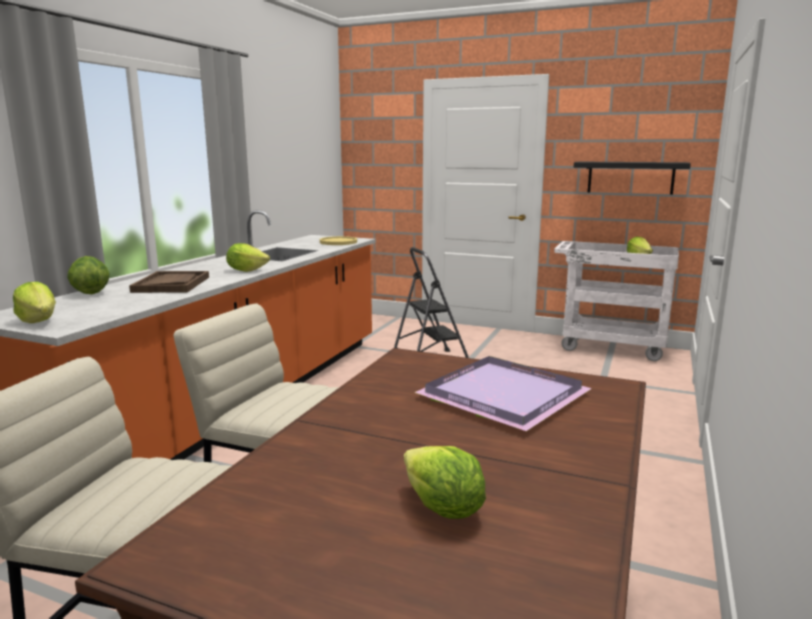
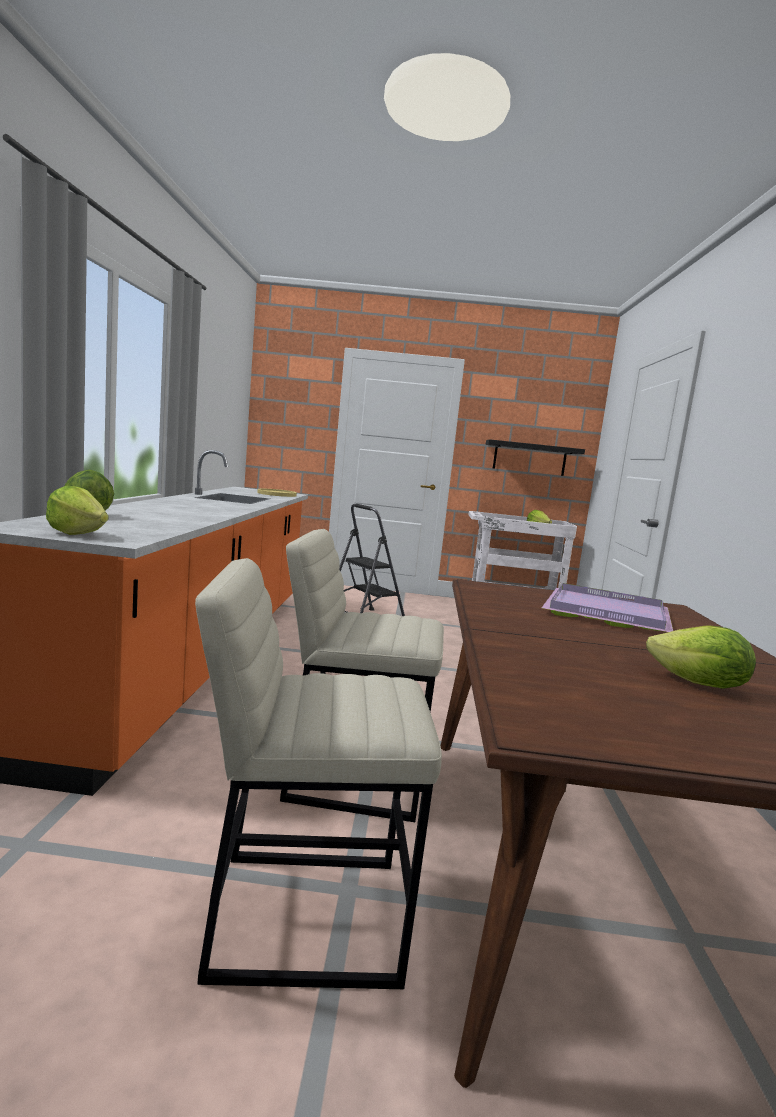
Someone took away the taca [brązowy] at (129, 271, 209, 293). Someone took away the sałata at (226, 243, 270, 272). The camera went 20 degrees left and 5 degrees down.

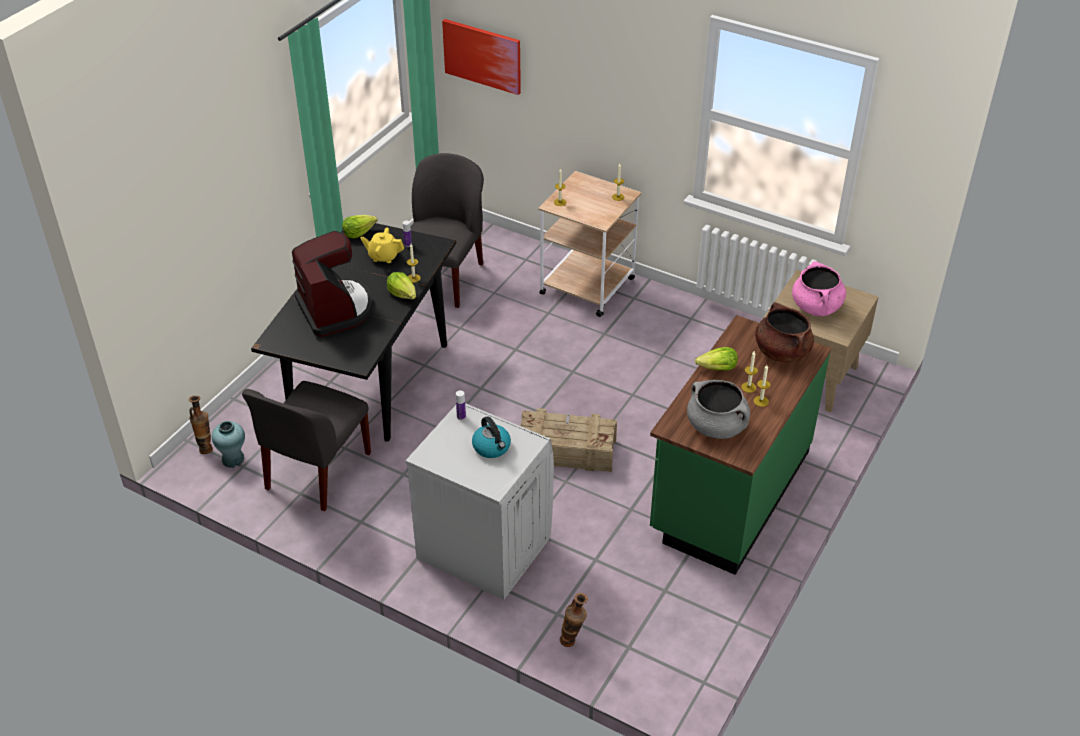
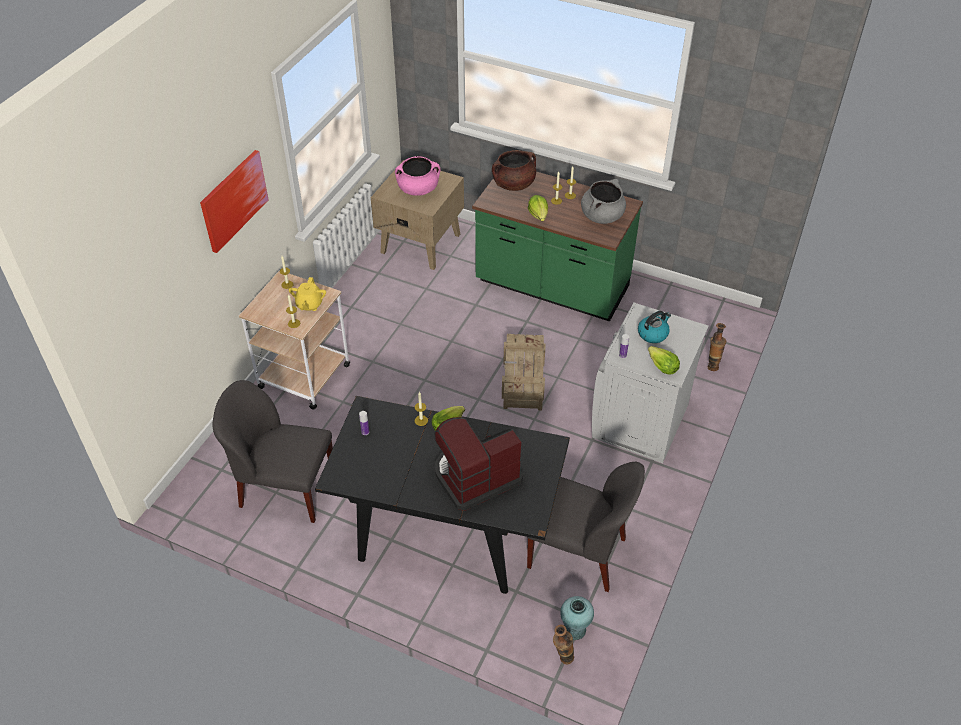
Someone carried the sałata from (342, 215, 378, 239) to (648, 346, 680, 375). Someone carried the imbryk [żółty] from (360, 228, 404, 263) to (289, 277, 326, 311). Someone carried the obraz from (442, 19, 521, 95) to (200, 150, 269, 253). The camera went 95 degrees left and 5 degrees up.

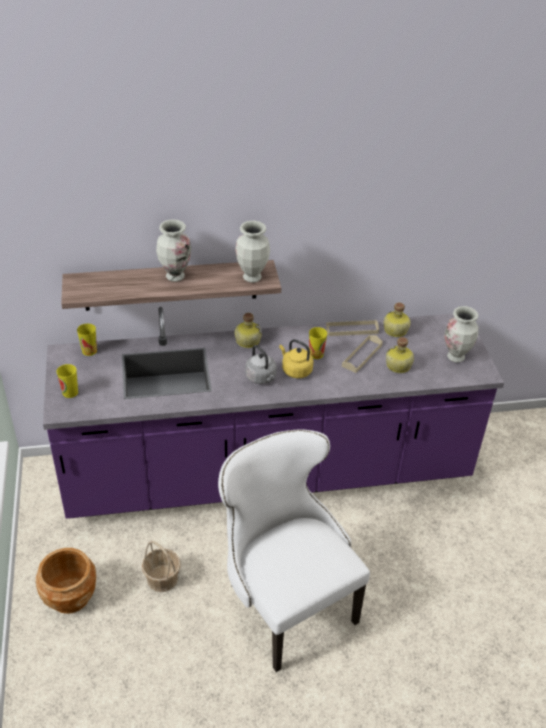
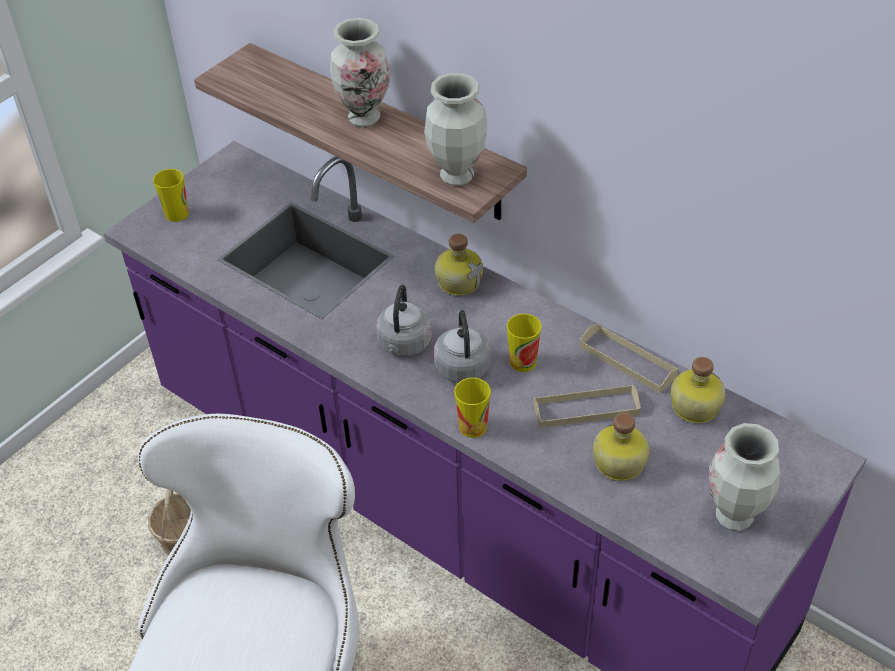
Someone took away the donica [brązowy] at (36, 548, 96, 614). Someone carried the filiżanka from (77, 324, 97, 356) to (454, 378, 491, 438). Someone repainted the czajnik [żółty] at (279, 339, 313, 378), which became the czajnik [szary] at (434, 310, 490, 383). The camera went 50 degrees right and 5 degrees up.

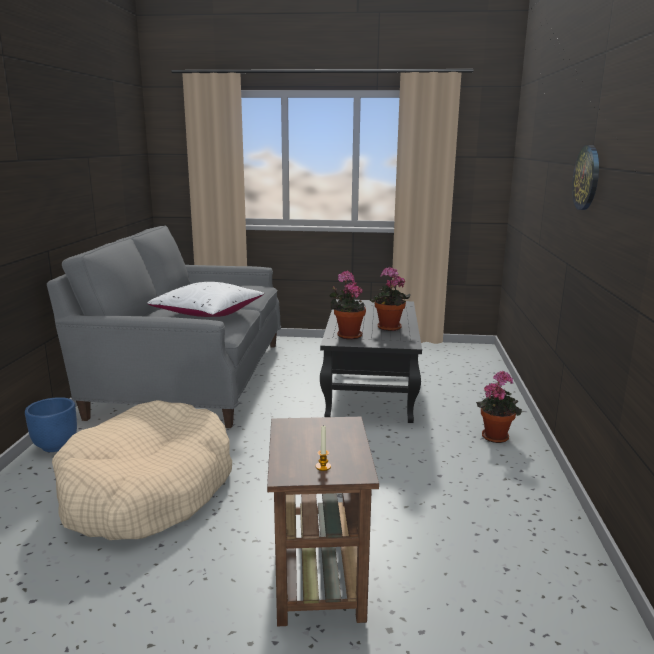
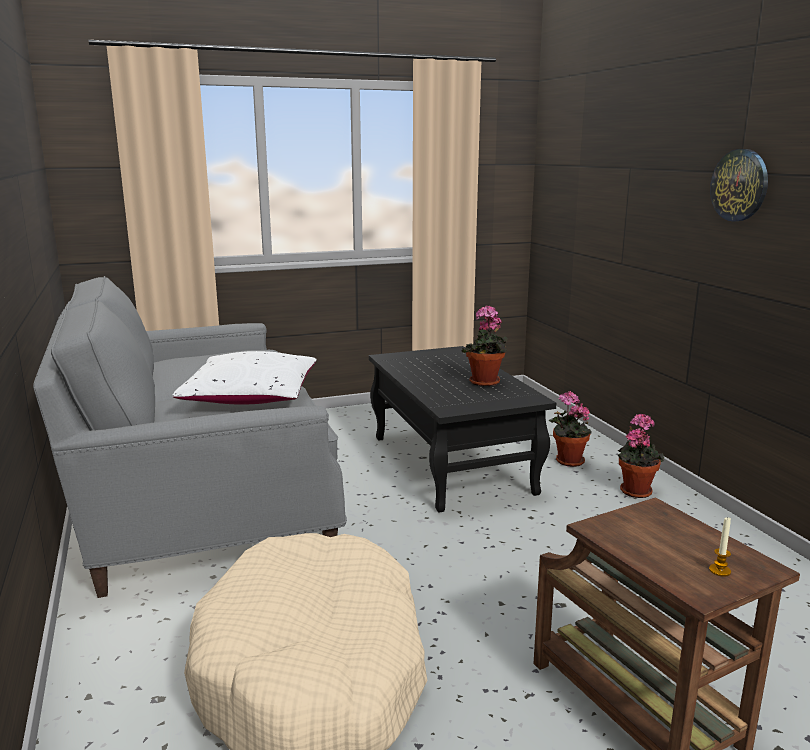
Someone took away the donica [niebieski] at (25, 397, 77, 452). Someone carried the roślina doniczkowa from (329, 271, 366, 340) to (549, 391, 591, 467). The camera went 25 degrees left and 0 degrees up.

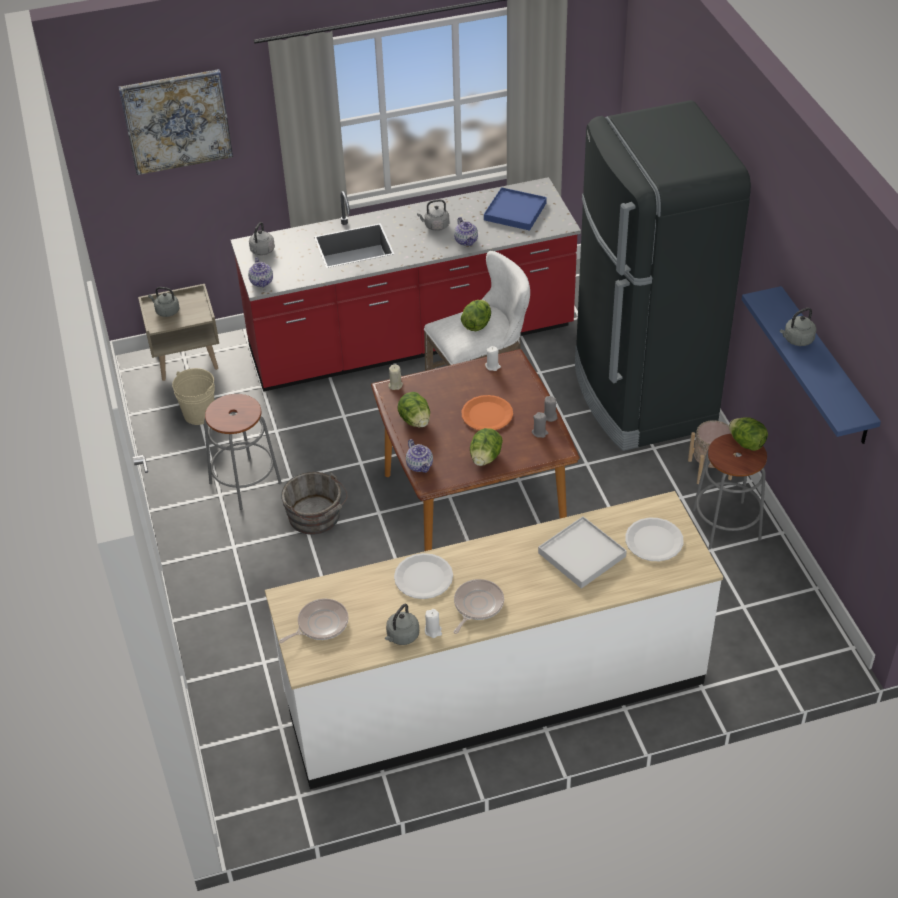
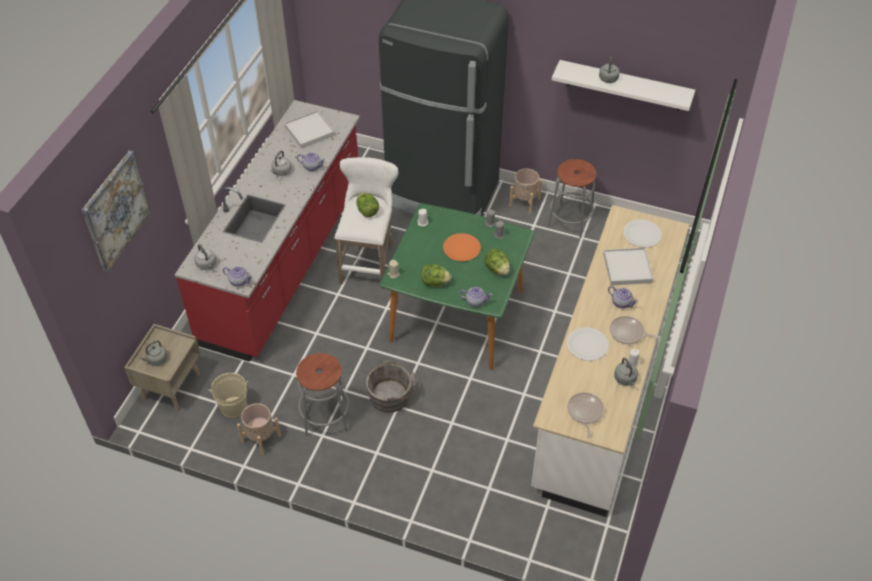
Someone took away the sałata at (729, 417, 768, 451). Someone put down the donica [beżowy] at (237, 403, 281, 455). Someone put down the imbryk at (608, 286, 638, 308). Someone repainted the stół jadalny [brązowy] at (371, 349, 580, 551), which became the stół jadalny [zielony] at (379, 203, 535, 370). Someone repainted the taca [niebieski] at (484, 187, 547, 231), which became the taca [biały] at (284, 110, 335, 149). Someone repainted the półka [niebieski] at (742, 286, 881, 444), which became the półka [biały] at (552, 60, 695, 111). Someone rotated the patelnia at (454, 579, 504, 634) by 45 degrees counterclockwise. The camera went 55 degrees left and 5 degrees up.

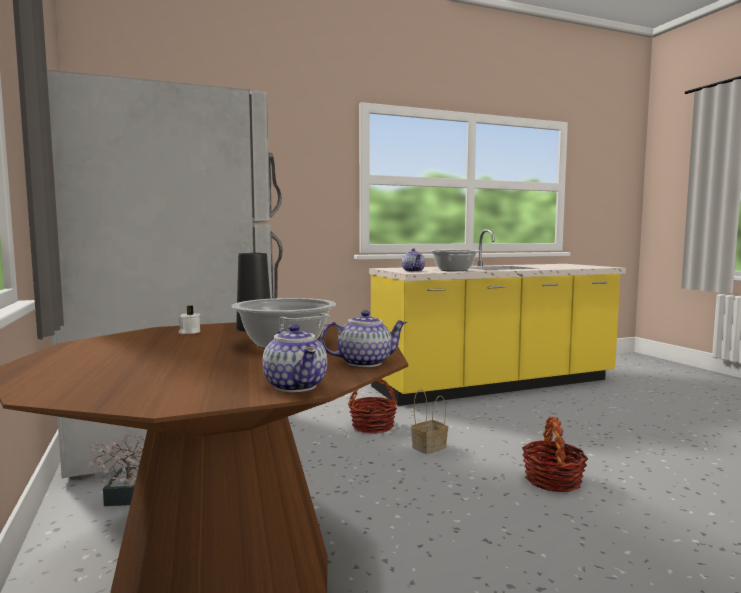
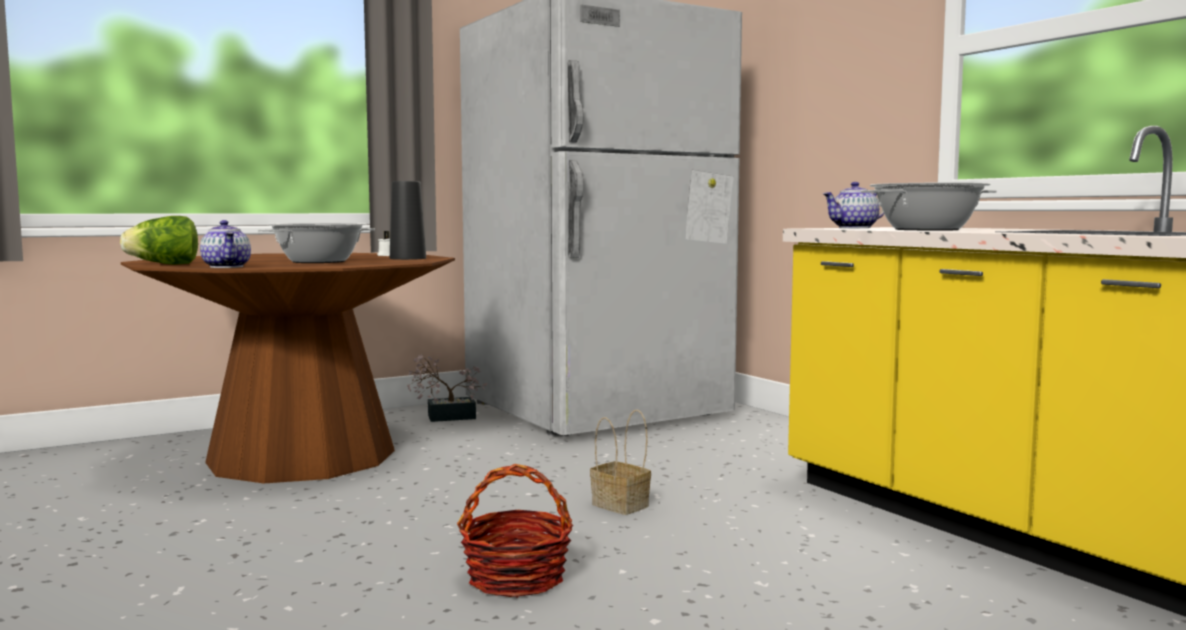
Someone took away the koszyk at (348, 379, 397, 434). Someone swapped the imbryk at (262, 324, 327, 392) for the sałata at (120, 216, 198, 265). The camera went 80 degrees right and 0 degrees up.

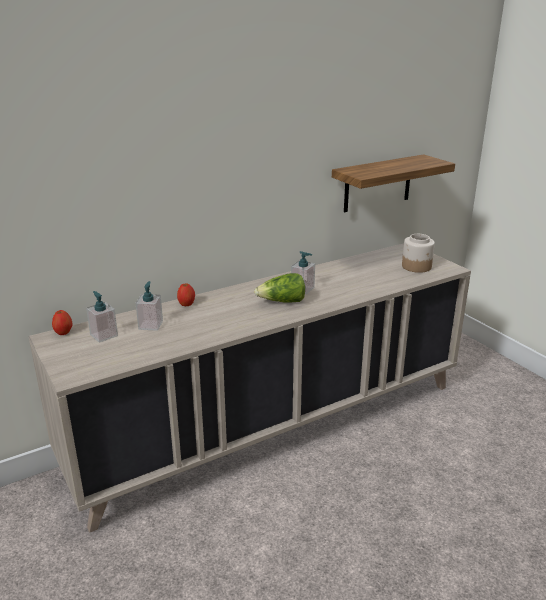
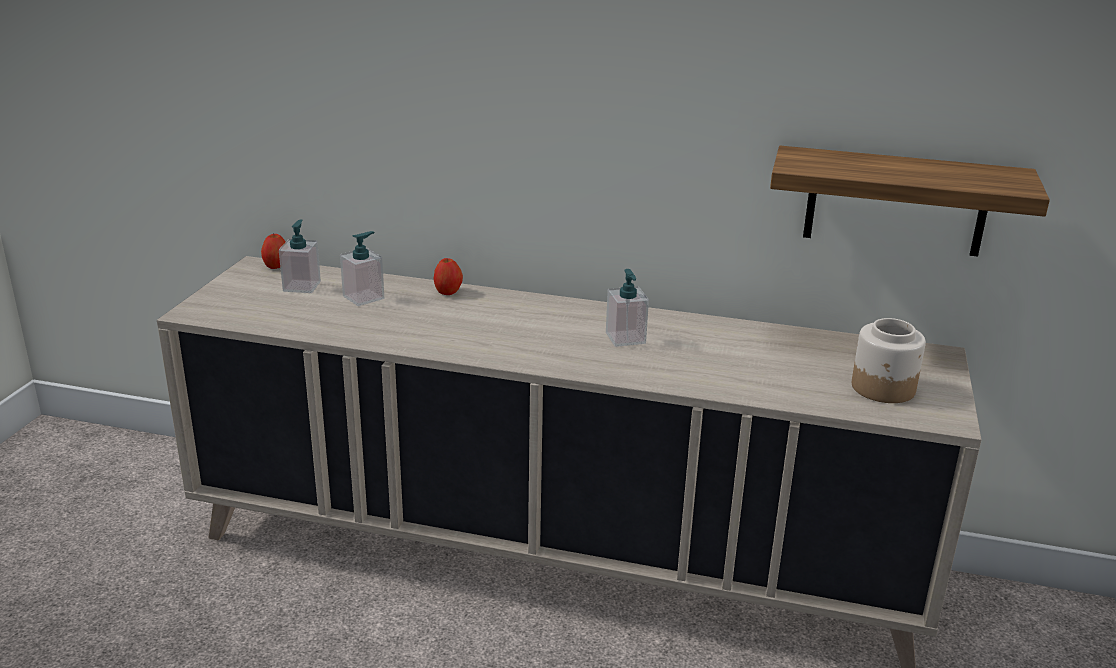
Someone took away the sałata at (254, 273, 305, 303). The camera went 45 degrees right and 0 degrees up.

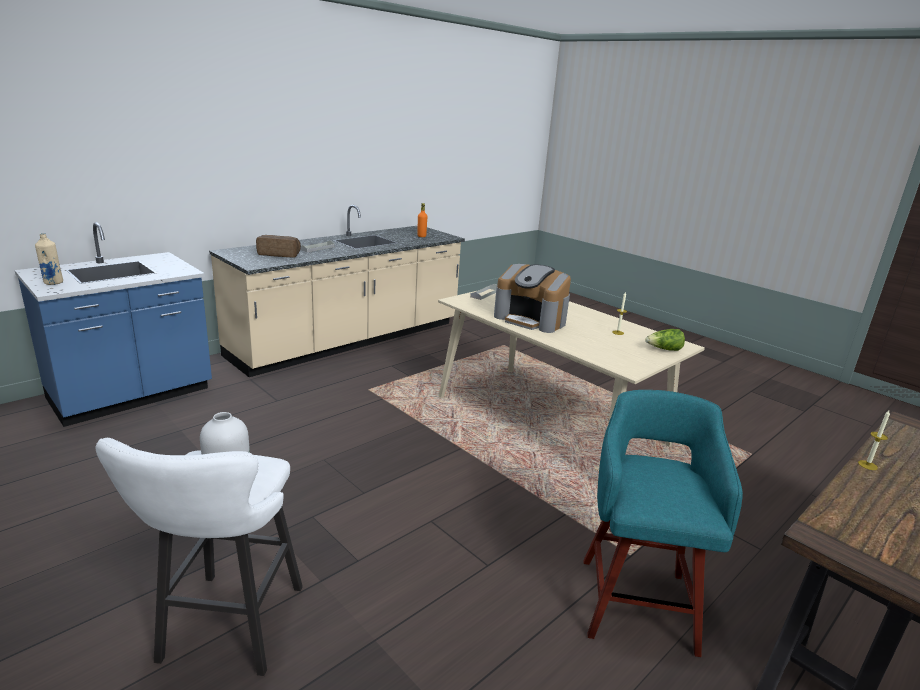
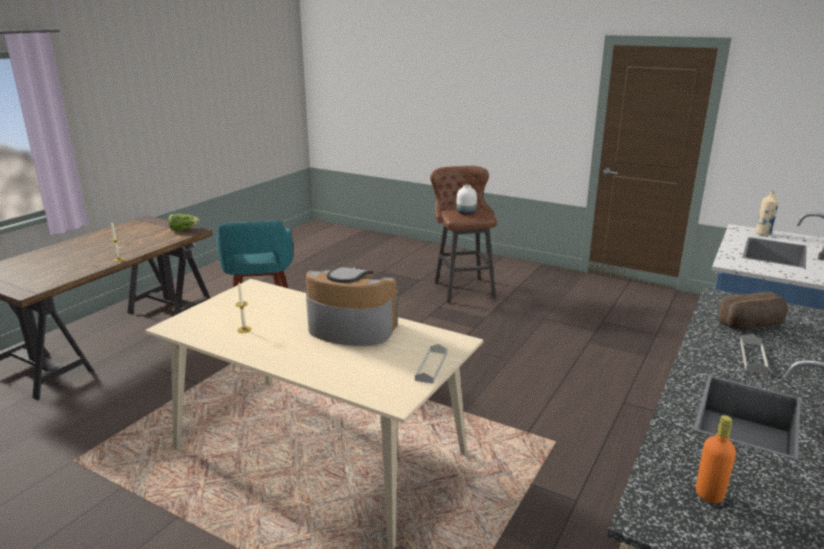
Someone carried the sałata from (645, 329, 685, 351) to (168, 214, 200, 231). Someone repainted the stołek [biały] at (96, 438, 303, 676), which became the stołek [brązowy] at (430, 166, 497, 303). The camera went 165 degrees right and 0 degrees up.

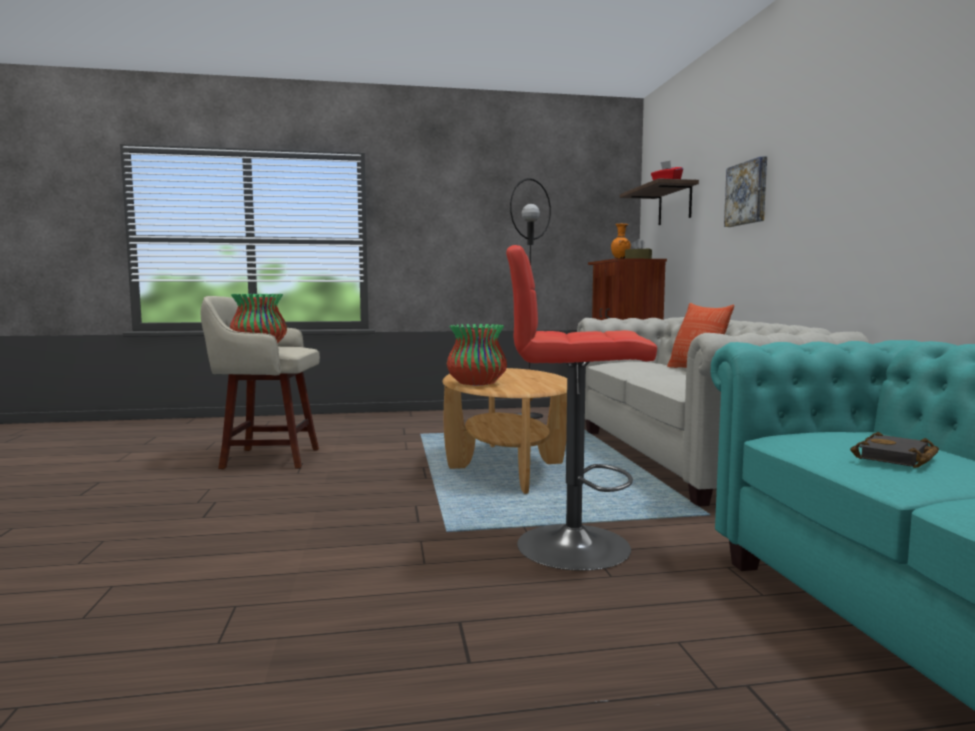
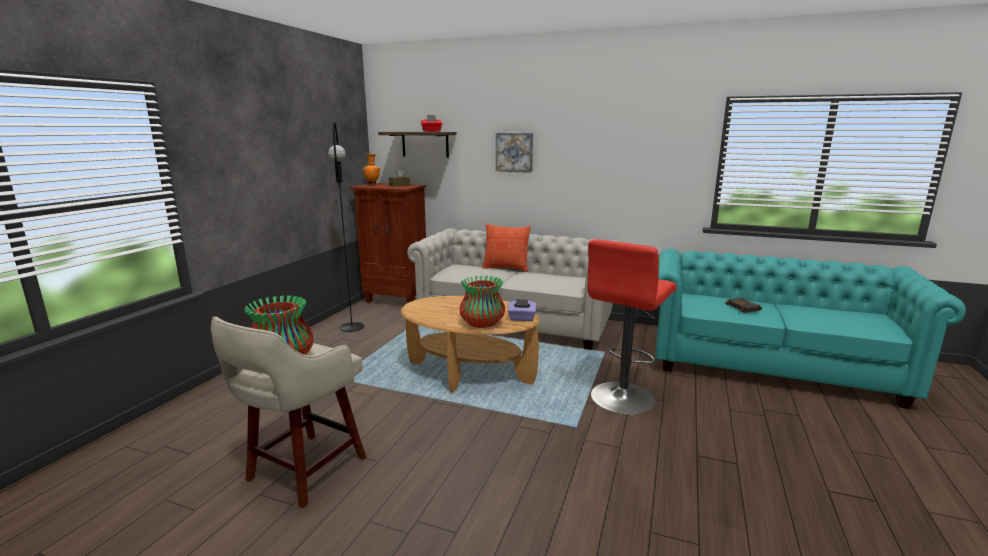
Someone put down the pudełko chusteczek [fioletowy] at (508, 299, 536, 321). The camera went 60 degrees left and 10 degrees up.

